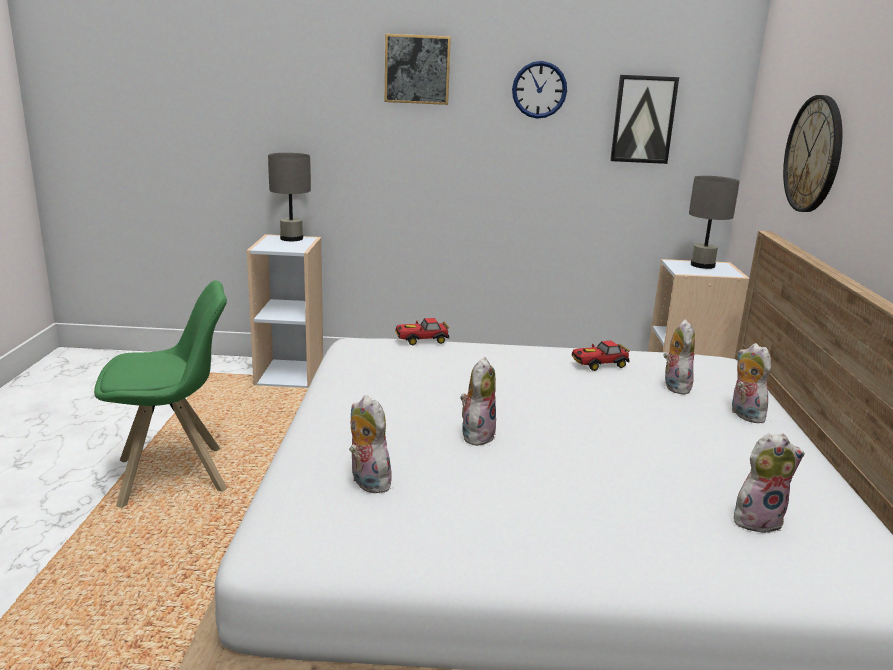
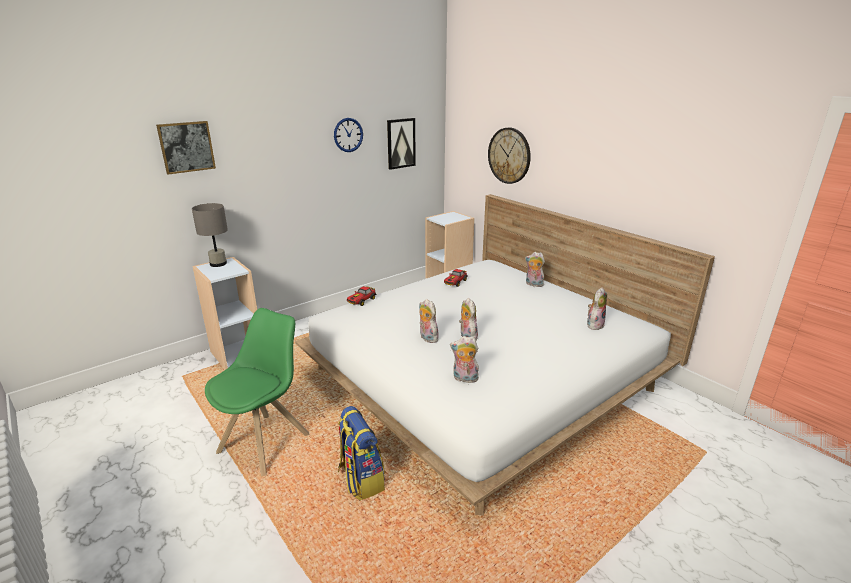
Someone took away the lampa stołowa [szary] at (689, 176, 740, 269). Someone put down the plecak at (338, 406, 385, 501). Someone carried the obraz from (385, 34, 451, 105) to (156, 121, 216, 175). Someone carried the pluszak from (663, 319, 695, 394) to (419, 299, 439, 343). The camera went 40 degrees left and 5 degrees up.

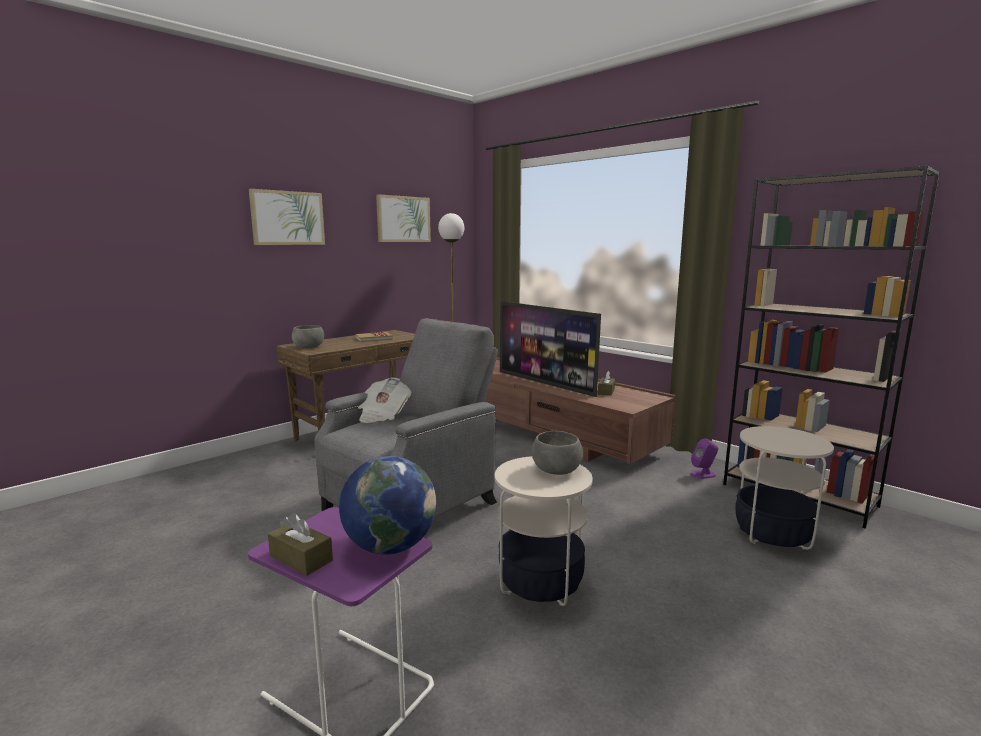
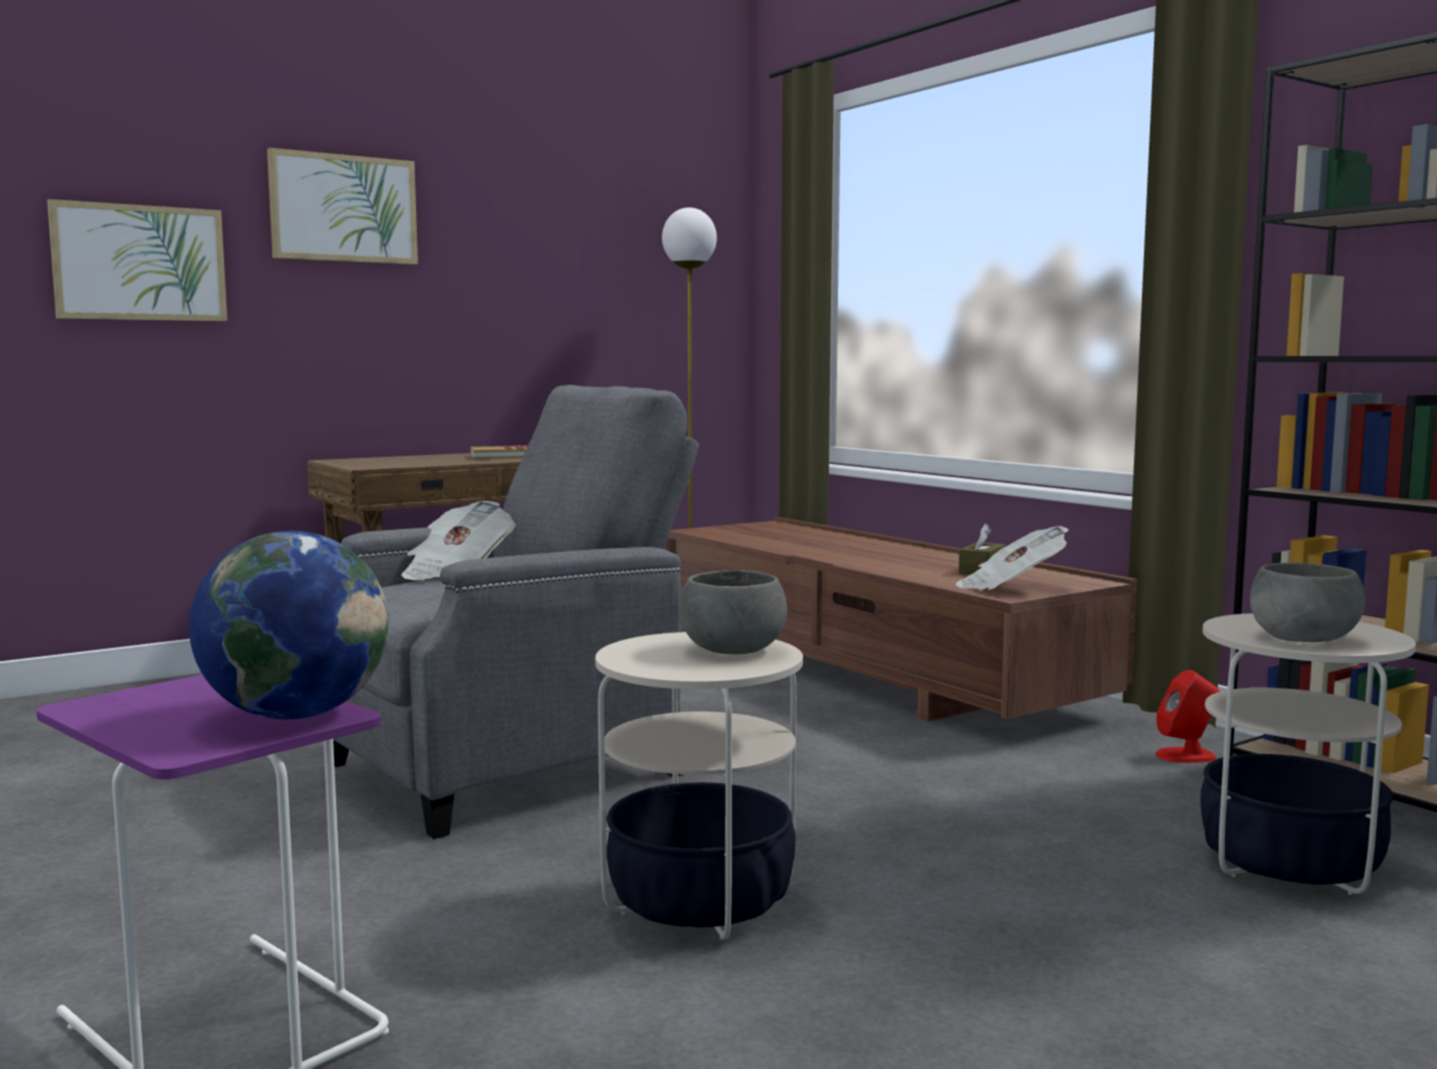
Someone took away the pudełko chusteczek [brązowy] at (268, 513, 333, 576). Someone took away the telewizor at (500, 301, 601, 397). Someone put down the gazeta at (956, 526, 1069, 590). Someone carried the miska [szary] from (292, 325, 324, 348) to (1250, 562, 1366, 642). Someone carried the obraz from (376, 194, 431, 242) to (47, 199, 227, 321). Someone repainted the głośnik [fioletowy] at (691, 438, 718, 479), which became the głośnik [czerwony] at (1156, 670, 1220, 763). The camera went 10 degrees right and 5 degrees down.

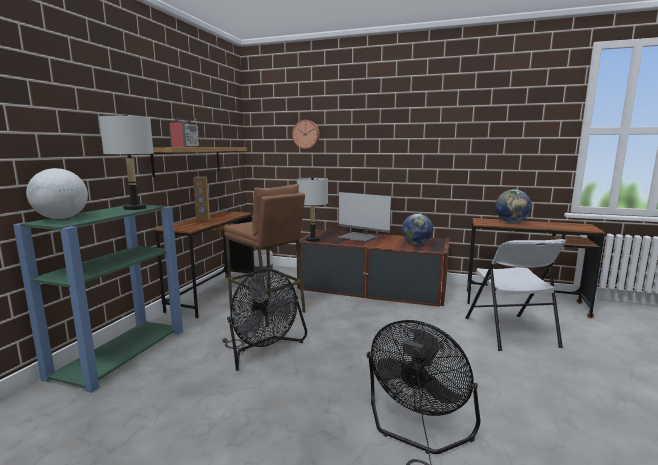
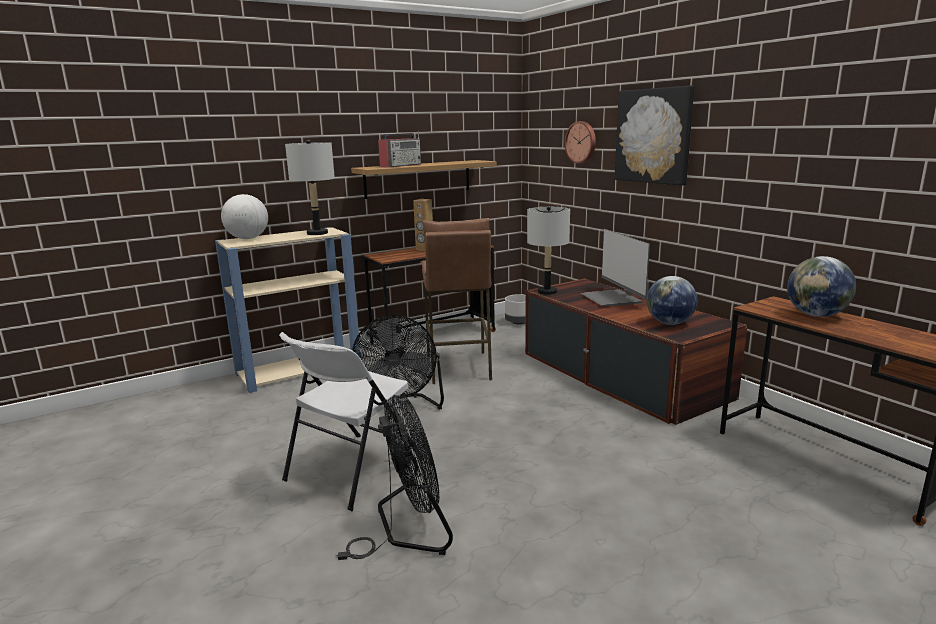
Someone put up the obraz at (615, 86, 694, 186). Someone carried the krzesło [biały] from (465, 239, 566, 351) to (279, 332, 423, 511). Someone repainted the regał [zielony] at (13, 205, 183, 393), which became the regał [beżowy] at (215, 227, 361, 393). The camera went 40 degrees right and 5 degrees up.

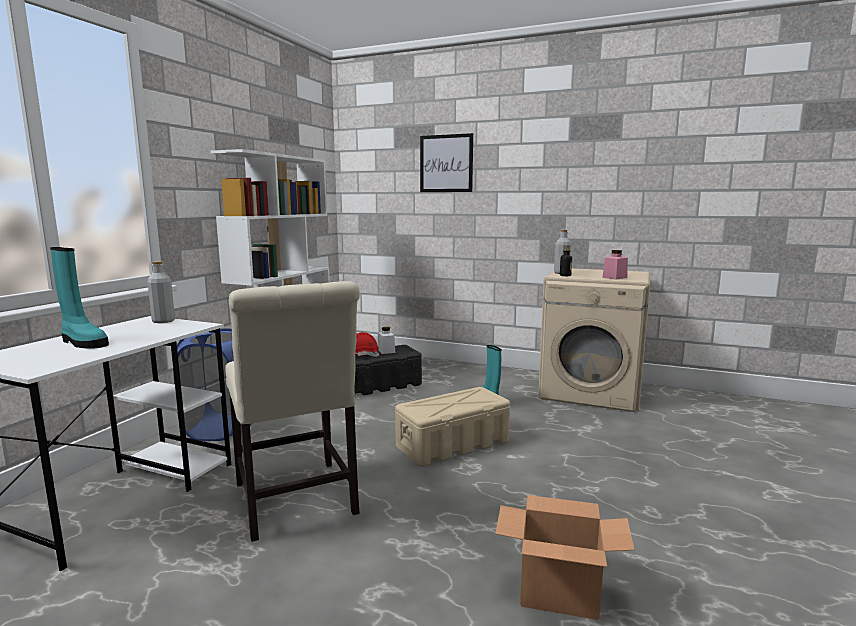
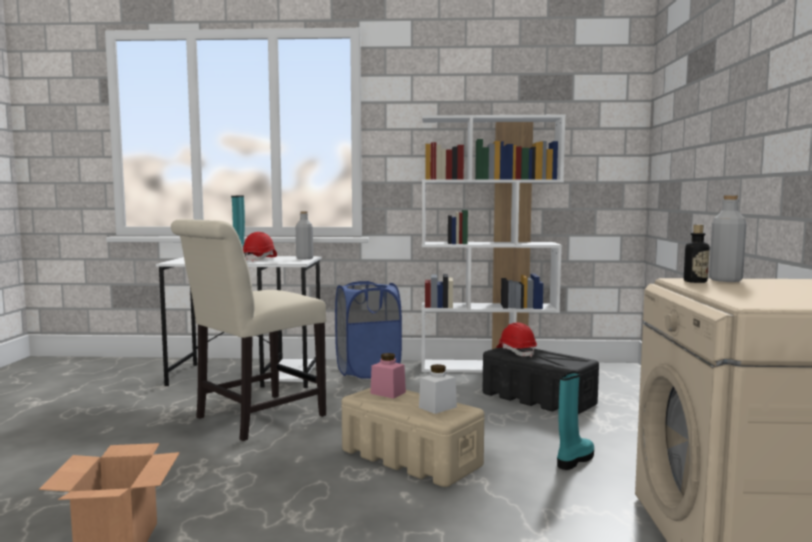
Someone took away the obraz at (420, 133, 473, 192). Someone put down the kask [czerwony] at (243, 232, 277, 262). Someone carried the słoik [biały] from (378, 327, 395, 354) to (419, 364, 457, 414). Someone carried the słoik [różowy] from (602, 250, 628, 279) to (370, 353, 406, 399). The camera went 70 degrees right and 5 degrees down.

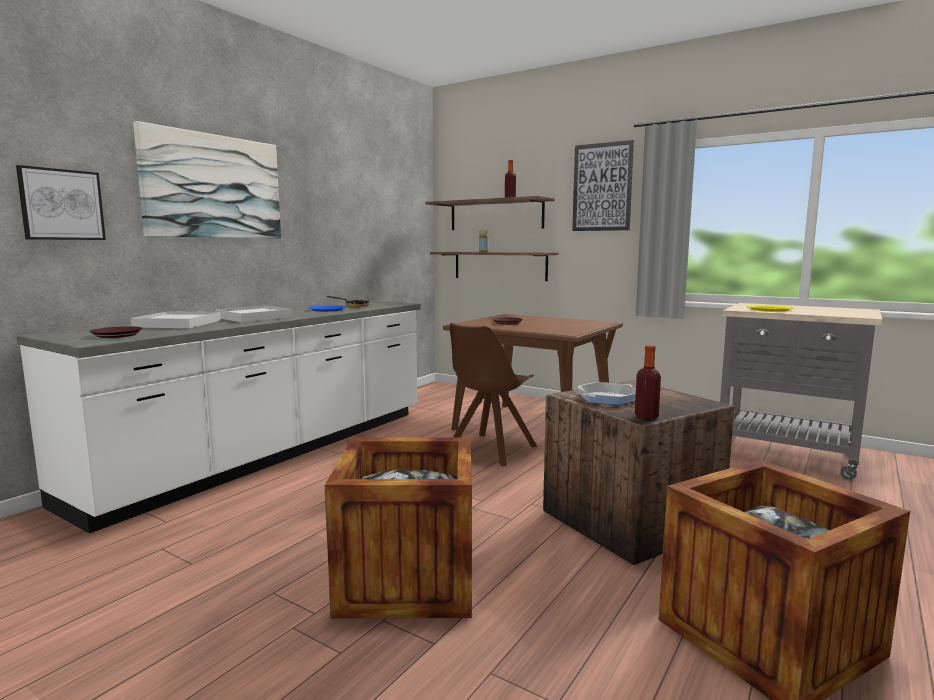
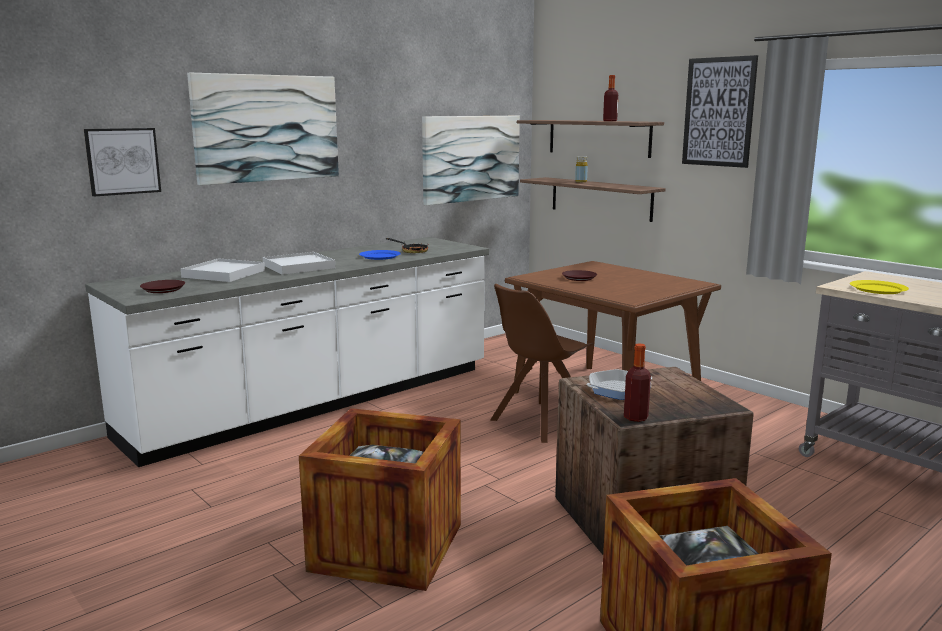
Someone put up the obraz at (422, 116, 520, 205). The camera went 15 degrees right and 5 degrees up.

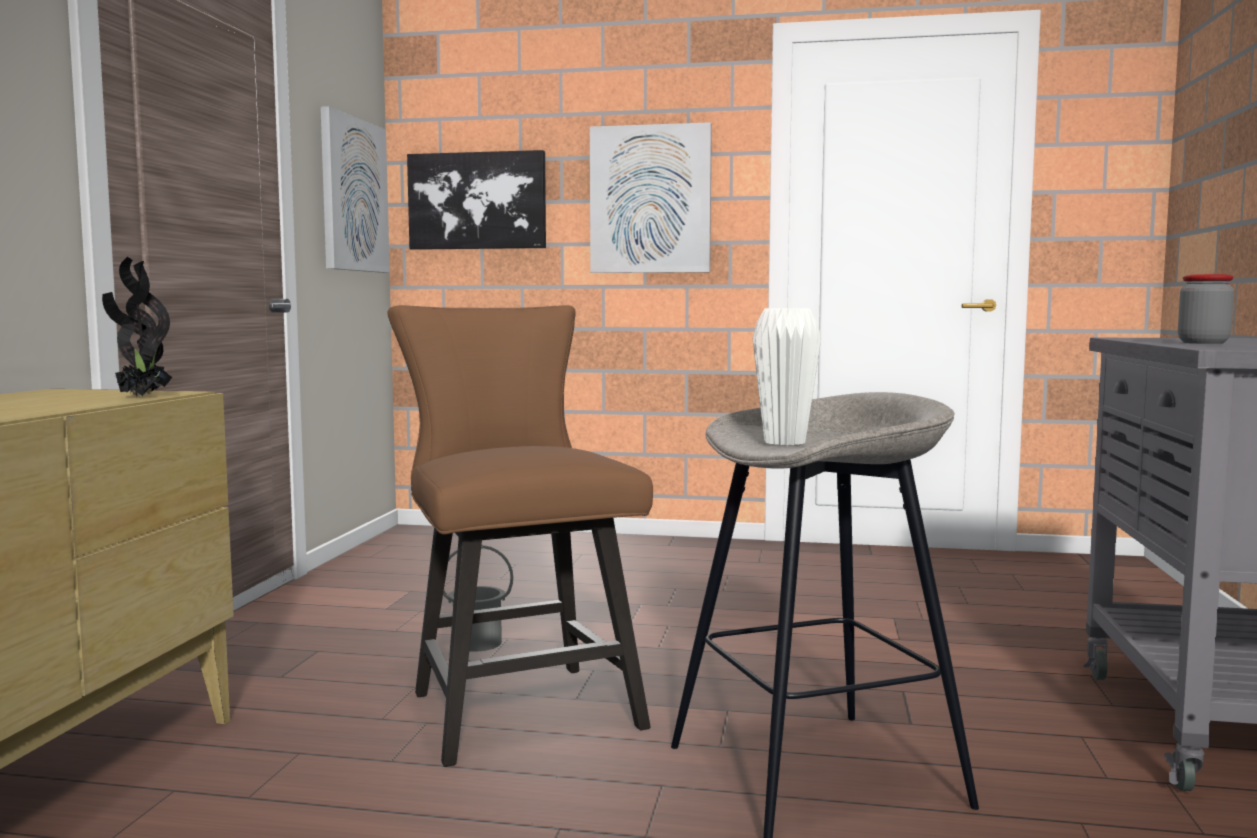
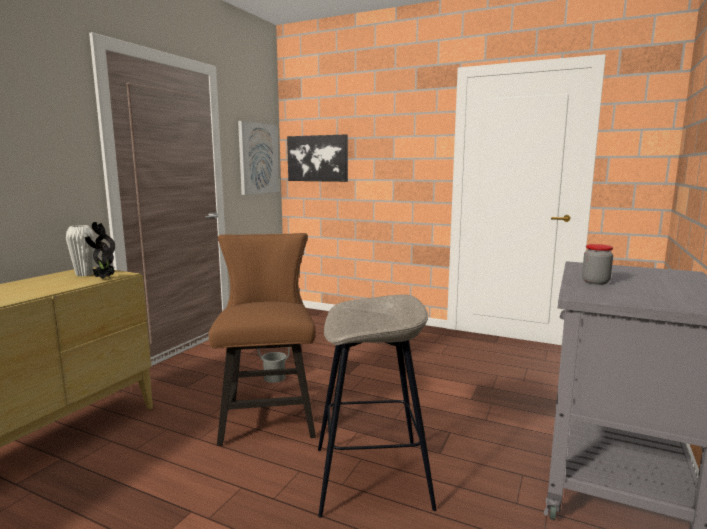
Someone took away the obraz at (590, 122, 712, 273). Someone carried the wazon [biały] from (753, 308, 821, 445) to (66, 225, 94, 276). The camera went 15 degrees right and 5 degrees up.

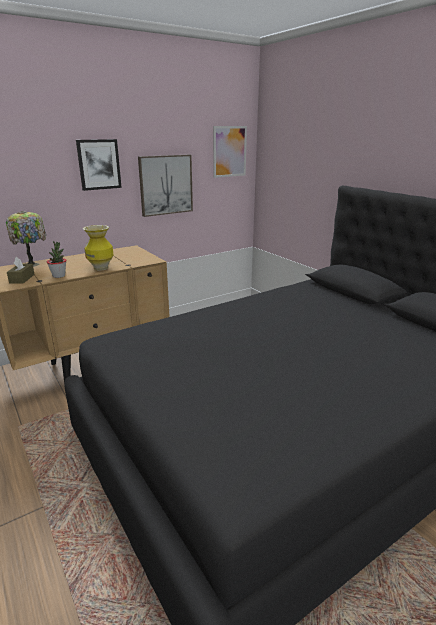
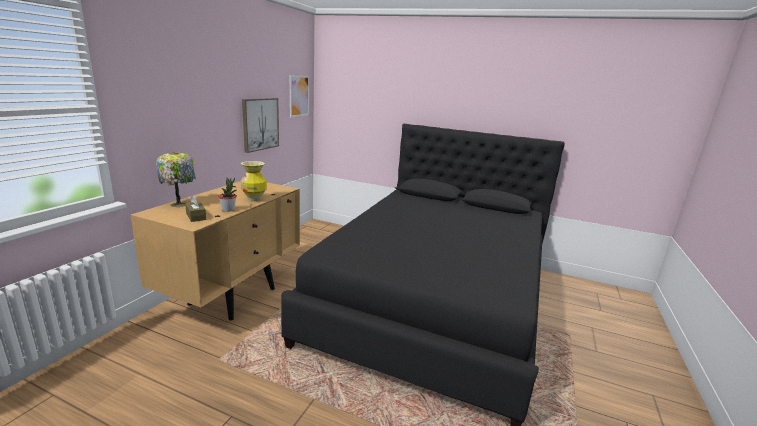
Someone took away the obraz at (76, 139, 122, 191). The camera went 35 degrees left and 5 degrees down.

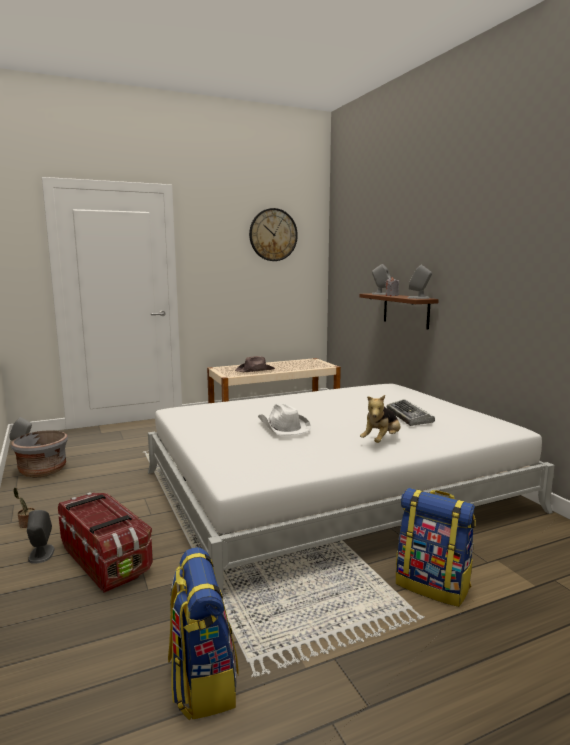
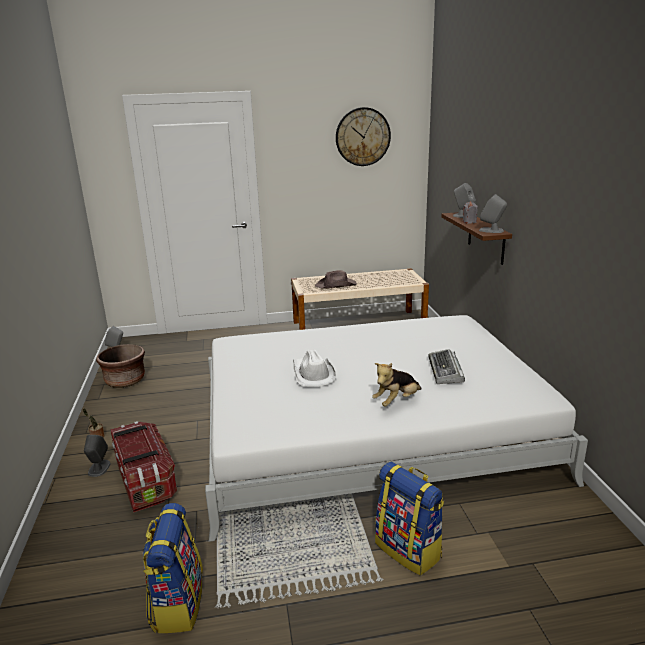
Someone repainted the donica [szary] at (11, 430, 68, 477), which became the donica [brązowy] at (96, 344, 145, 388). The camera went 15 degrees right and 10 degrees up.

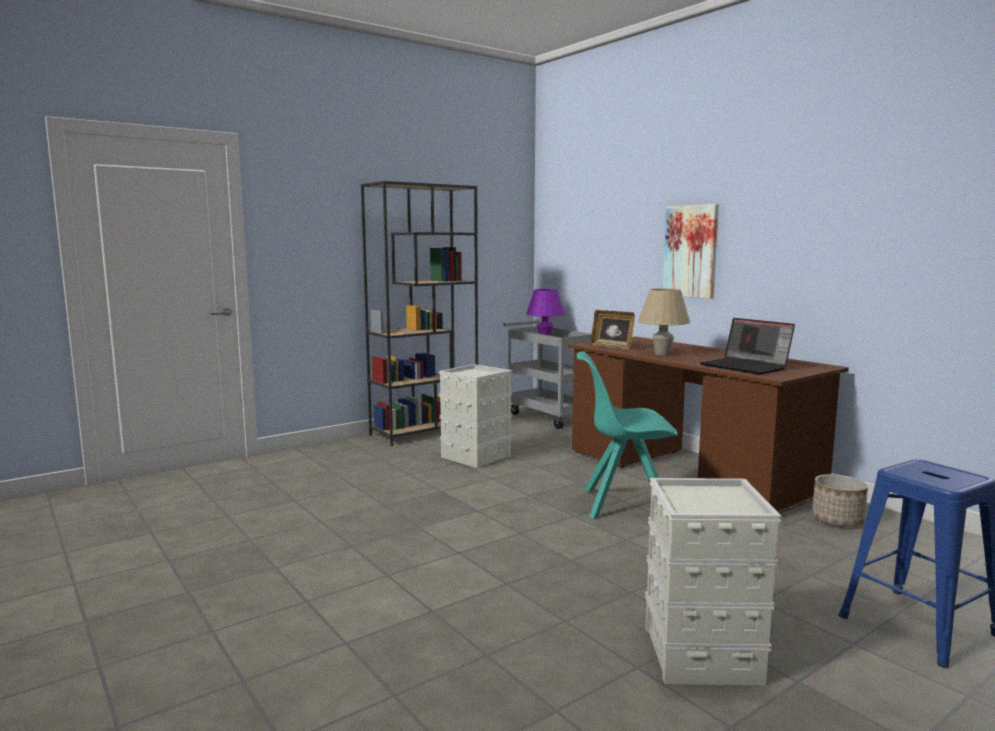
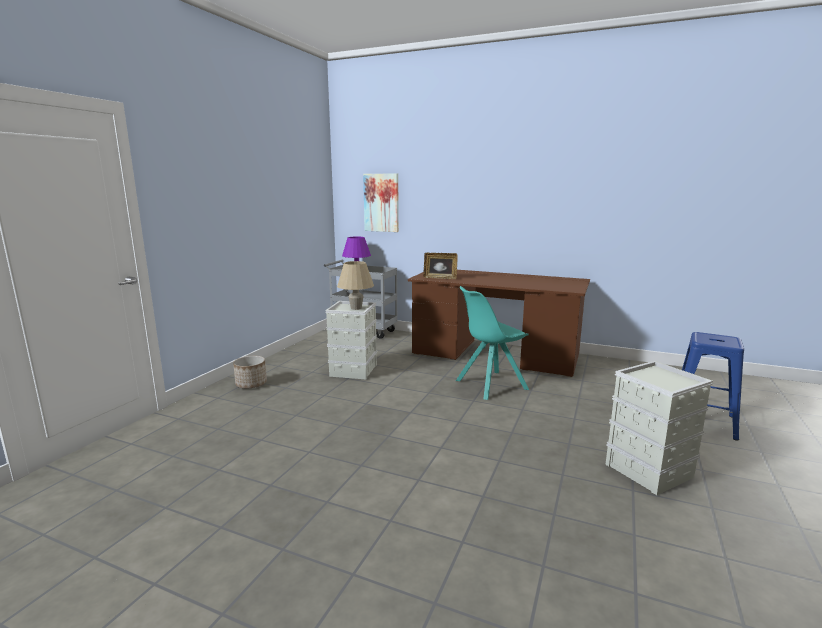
Someone took away the regał at (361, 181, 478, 446). Someone took away the laptop at (700, 318, 795, 374). Someone carried the lampa stołowa [beżowy] from (638, 288, 690, 355) to (337, 261, 374, 310). Someone carried the obraz from (663, 204, 719, 299) to (363, 174, 399, 232). Someone carried the donica from (812, 474, 868, 526) to (233, 356, 267, 388). The camera went 30 degrees left and 5 degrees up.

